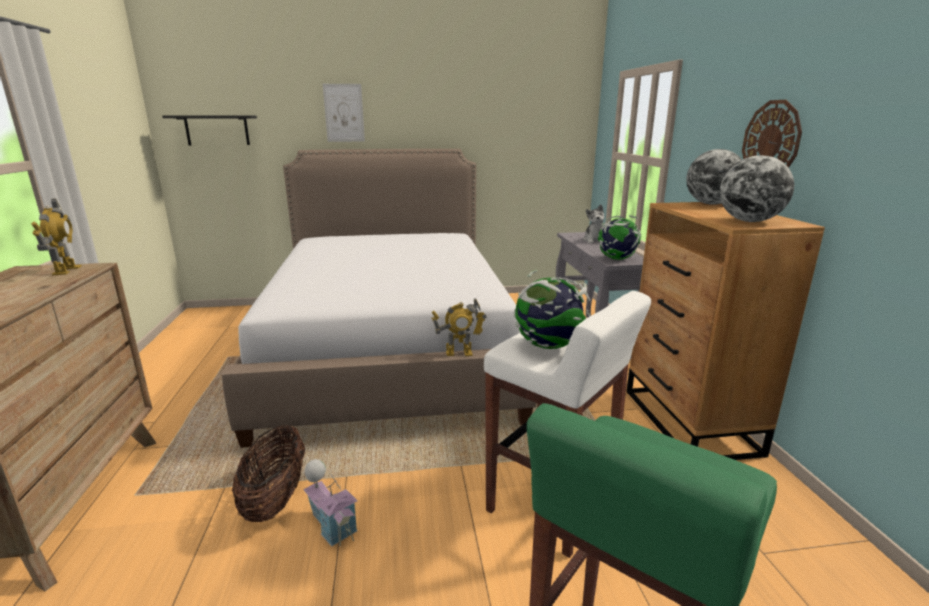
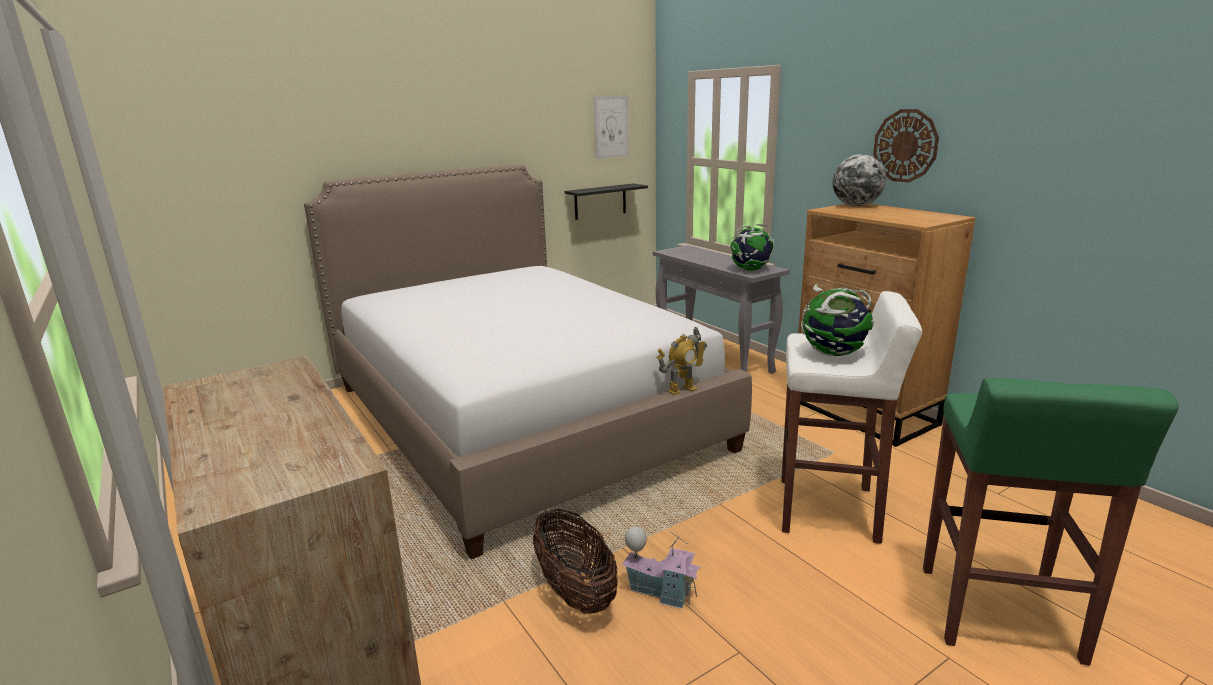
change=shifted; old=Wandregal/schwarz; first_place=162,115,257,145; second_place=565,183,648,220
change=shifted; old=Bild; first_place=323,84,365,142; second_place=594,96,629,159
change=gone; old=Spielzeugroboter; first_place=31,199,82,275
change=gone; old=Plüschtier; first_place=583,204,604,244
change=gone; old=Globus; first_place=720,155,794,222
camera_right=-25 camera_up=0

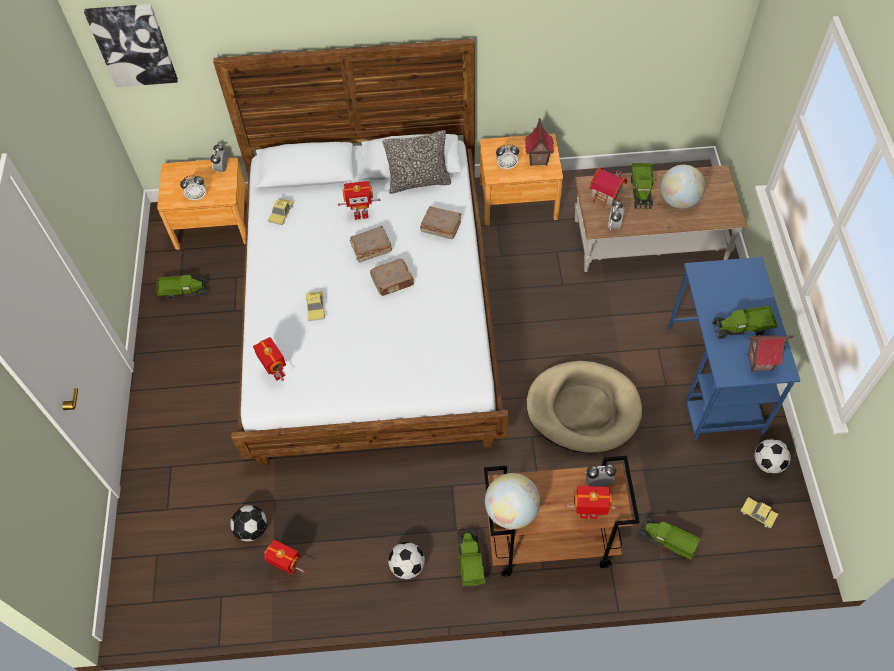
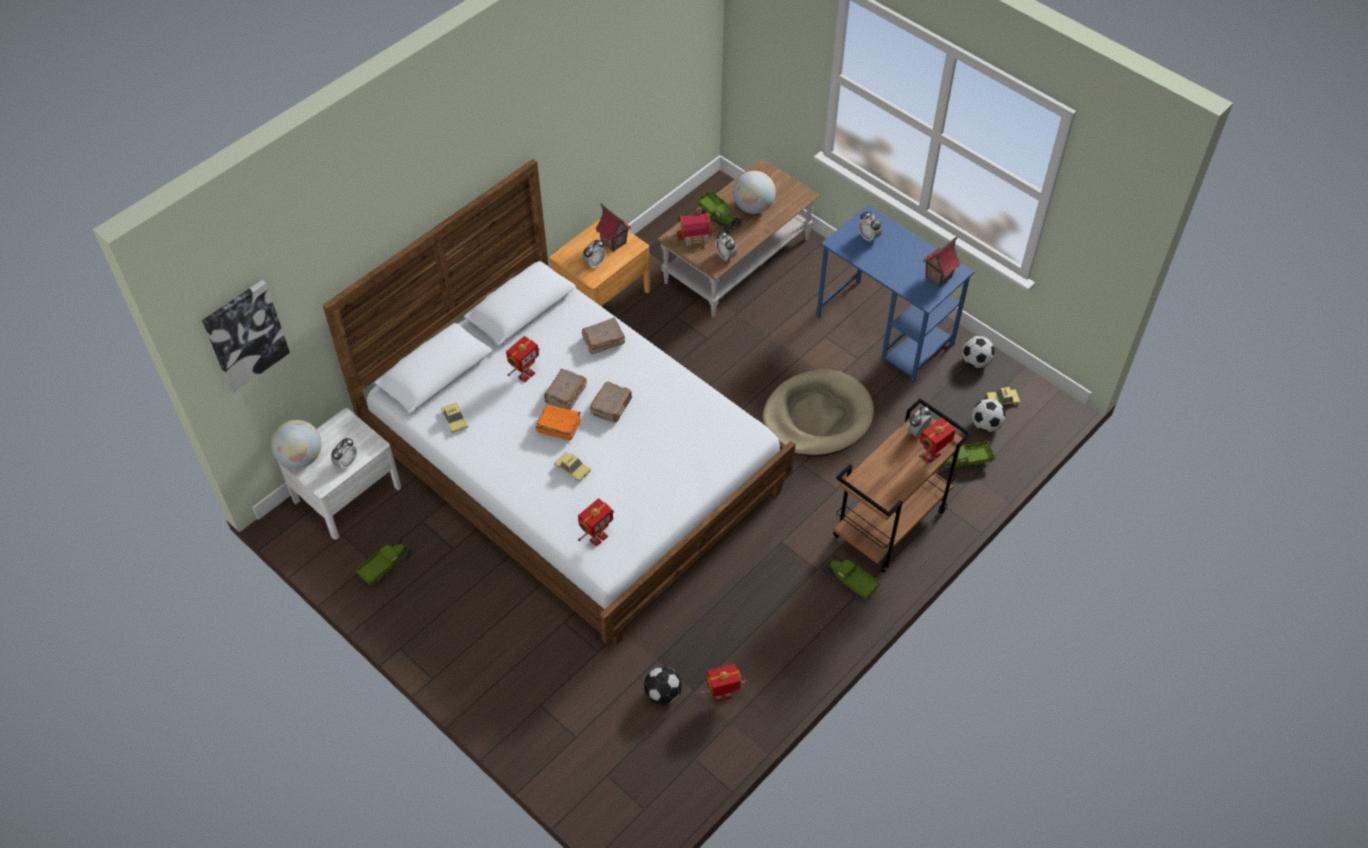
change=shifted; old=Globus; first_place=485,473,540,529; second_place=271,420,322,468
change=repainted; old=Nachttisch/braun; new=Nachttisch/weiß; first_place=157,158,248,250; second_place=277,408,402,540
change=new; new=Buch/orange; second_place=536,404,581,440
change=rotated; old=Spielzeugroboter; first_place=253,337,286,381; second_place=578,498,614,547; degrees=120
change=shifted; old=Wecker; first_place=211,144,227,173; second_place=858,212,882,243
change=shifted; old=Fußball; first_place=388,542,425,579; second_place=972,399,1005,432
change=gone; old=Kissen; first_place=382,130,451,194
change=gone; old=Spielzeuglaster; first_place=713,306,778,339
camera_right=-45 camera_up=-5

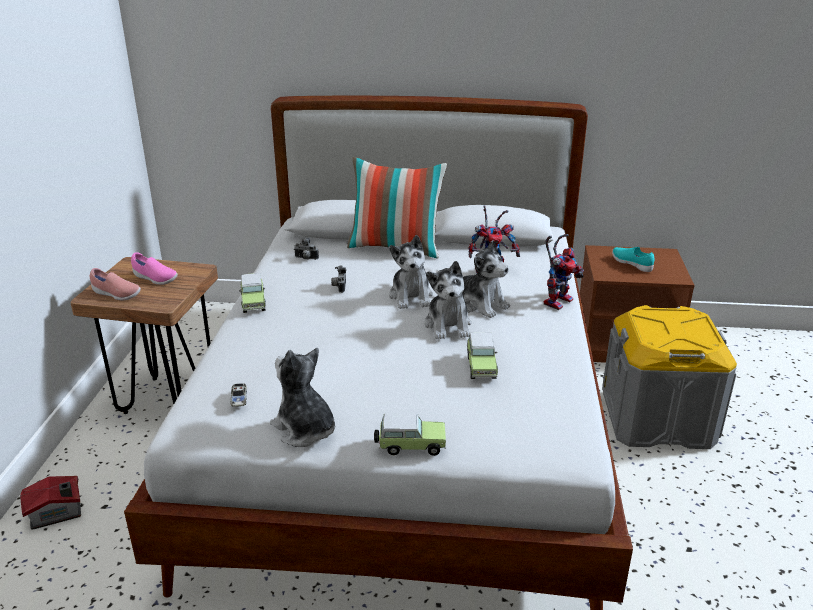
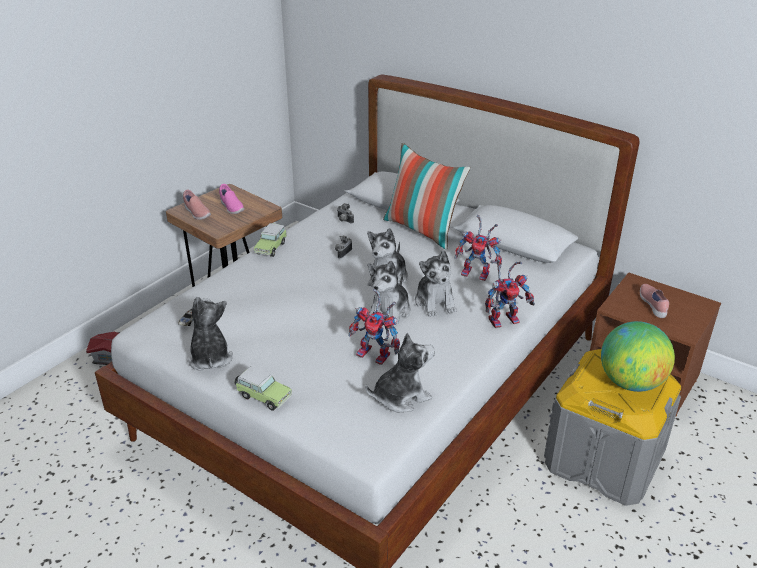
change=swapped; old=Spielzeugauto; new=Spielzeugroboter; first_place=467,332,498,379; second_place=348,289,400,365
change=new; new=Plüschtier; second_place=365,333,435,412
change=new; new=Globus; second_place=601,321,675,392
change=repainted; old=Schuh/türkis; new=Schuh/rosa; first_place=612,247,655,272; second_place=640,284,669,318
camera_right=30 camera_up=5

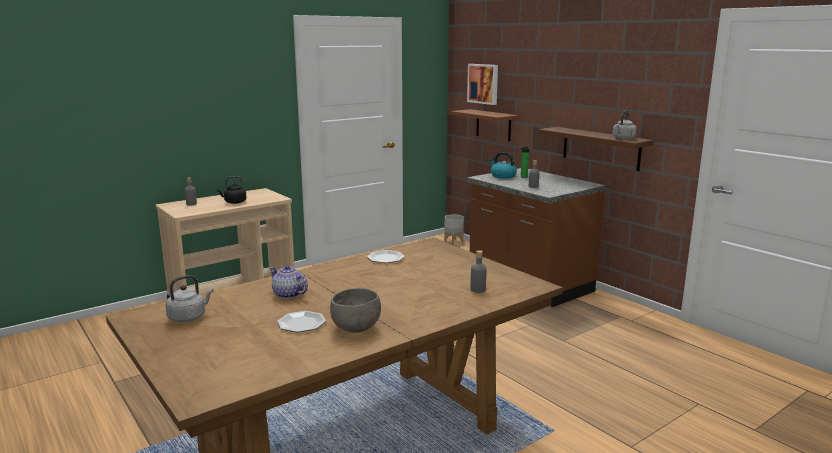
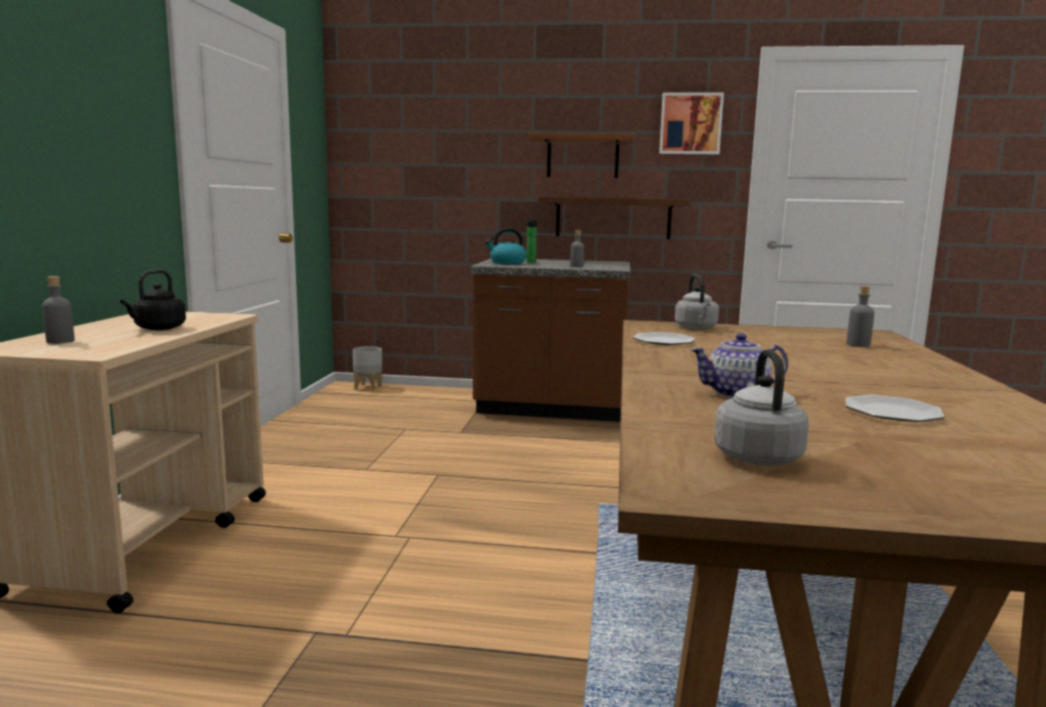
change=shifted; old=Wandregal/braun; first_place=451,109,519,142; second_place=528,133,635,178
change=shifted; old=Bild; first_place=467,64,498,105; second_place=659,93,724,155
change=shifted; old=Wasserkessel/grau; first_place=613,110,637,140; second_place=675,274,719,329
change=gone; old=Schüssel/grau; first_place=330,288,381,333
camera_right=-45 camera_up=-5

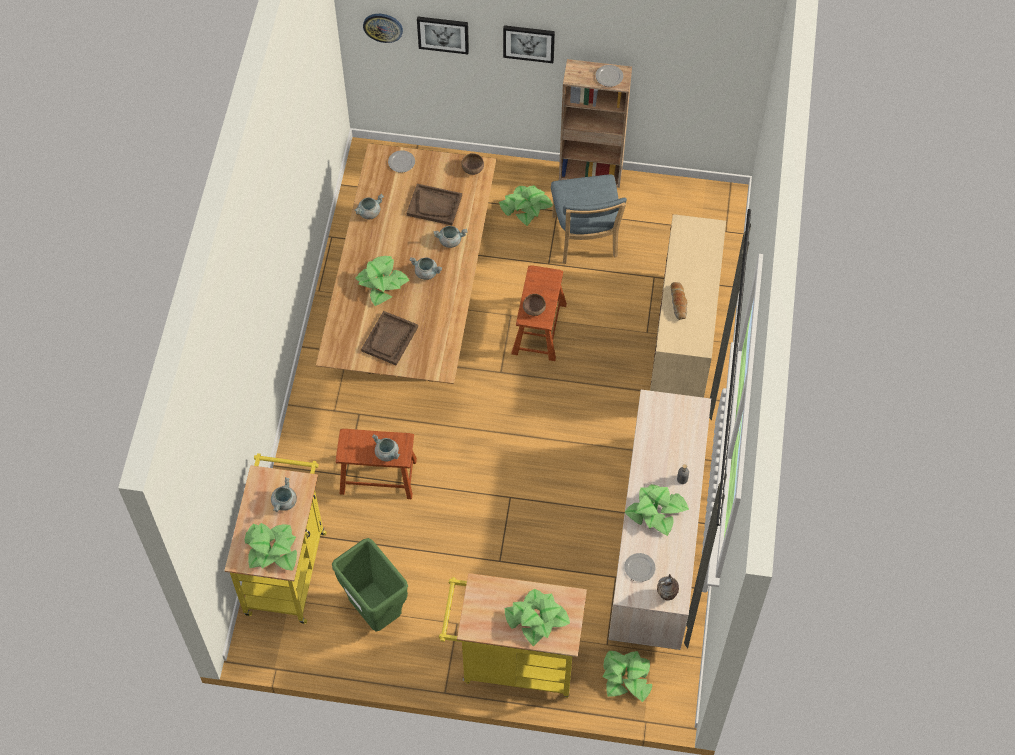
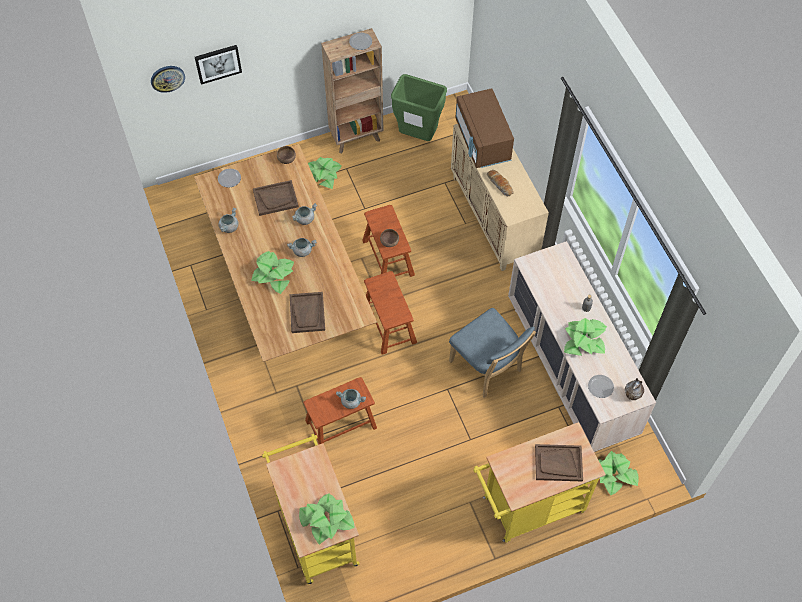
change=new; new=Hocker/braun; second_place=364,271,417,355
change=shifted; old=Mülleimer/grün; first_place=332,538,408,632; second_place=391,74,447,141
change=shifted; old=Stuhl/blau; first_place=551,174,627,264; second_place=449,308,536,398
change=new; new=Mikrowelle/braun; second_place=455,88,514,168
change=swapped; old=Topfpflanze; new=Tablett/braun; first_place=505,589,570,646; second_place=535,444,583,481
change=gone; old=Kochtopf/grau; first_place=271,477,297,512
change=gone; old=Bild; first_place=503,25,555,63
camera_right=-30 camera_up=0

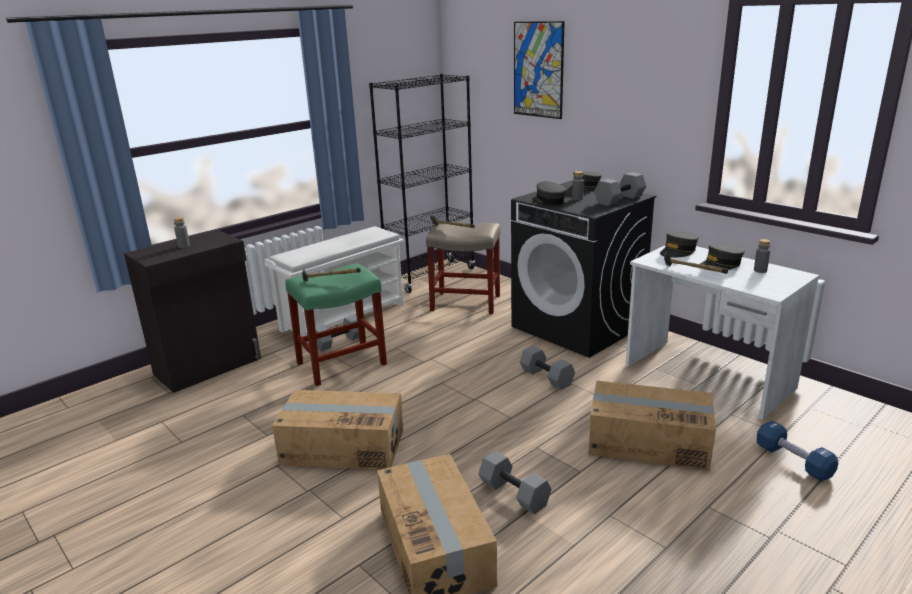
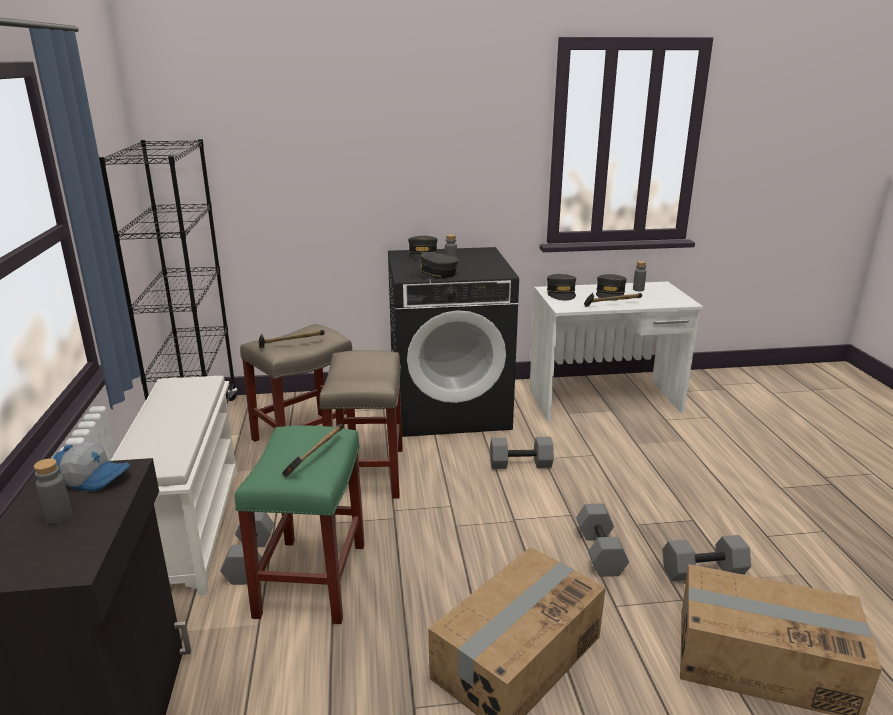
change=new; new=Kappe; second_place=53,442,130,491
change=new; new=Hocker/beige; second_place=319,350,403,499
change=shifted; old=Hantel/grau; first_place=594,172,646,206; second_place=576,504,629,577
change=gone; old=Bild; first_place=514,21,565,119
change=gone; old=Karton; first_place=589,381,716,471
change=gone; old=Hantel/blau; first_place=757,420,838,482
camera_right=-55 camera_up=0

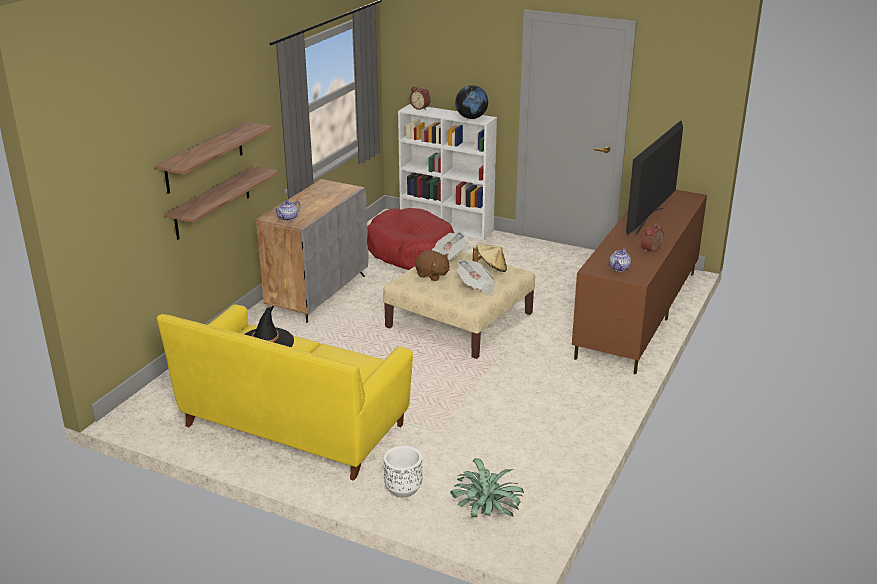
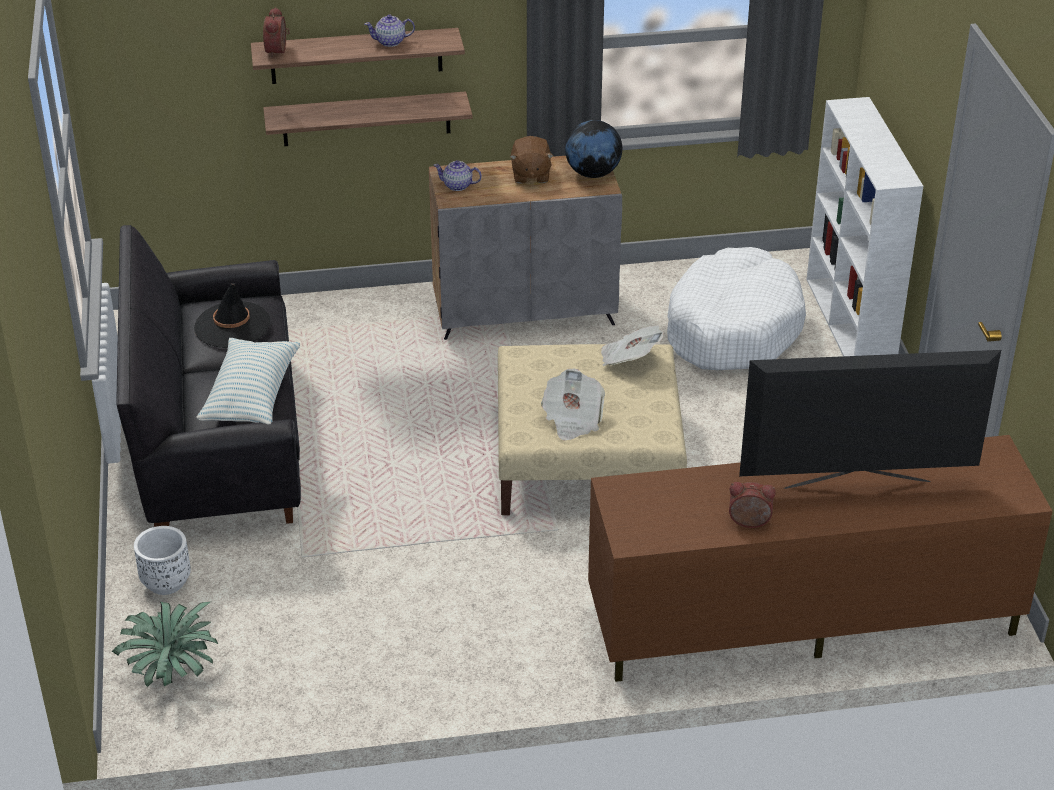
change=repainted; old=Sofa/gelb; new=Sofa/schwarz; first_place=157,305,413,481; second_place=116,225,301,527
change=new; new=Kissen; second_place=196,338,300,424
change=shifted; old=Wecker; first_place=410,86,430,110; second_place=263,7,290,58
change=shifted; old=Teekanne; first_place=609,248,631,271; second_place=365,15,415,47
change=shifted; old=Plüschtier/braun; first_place=415,250,450,281; second_place=510,136,554,184
change=shifted; old=Globus; first_place=455,85,488,119; second_place=565,120,622,178
change=repainted; old=Hundebett/rot; new=Hundebett/weiß; first_place=367,208,454,270; second_place=667,247,806,370
change=gone; old=Hut/beige; first_place=473,244,507,272
camera_right=55 camera_up=10

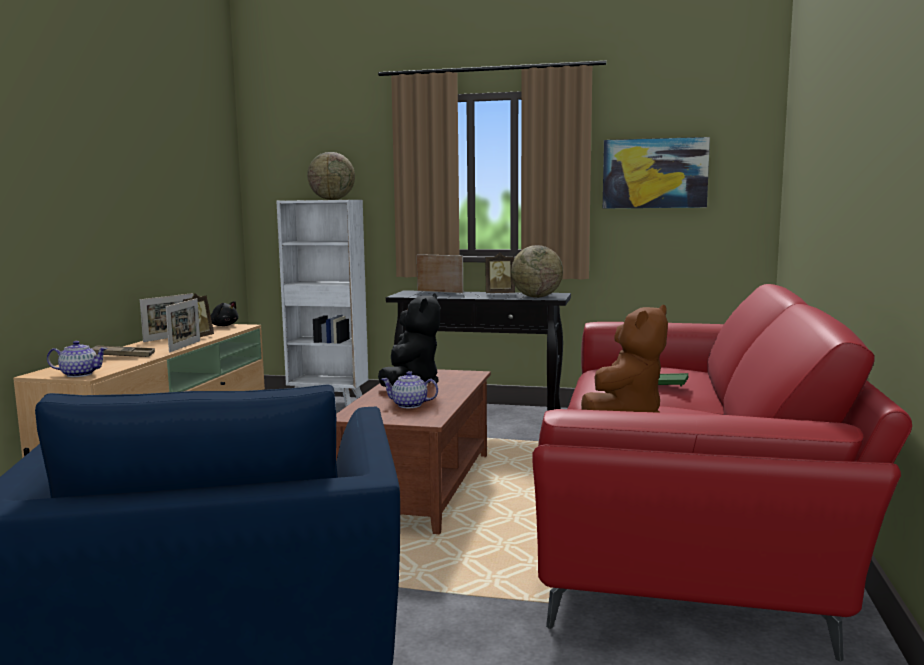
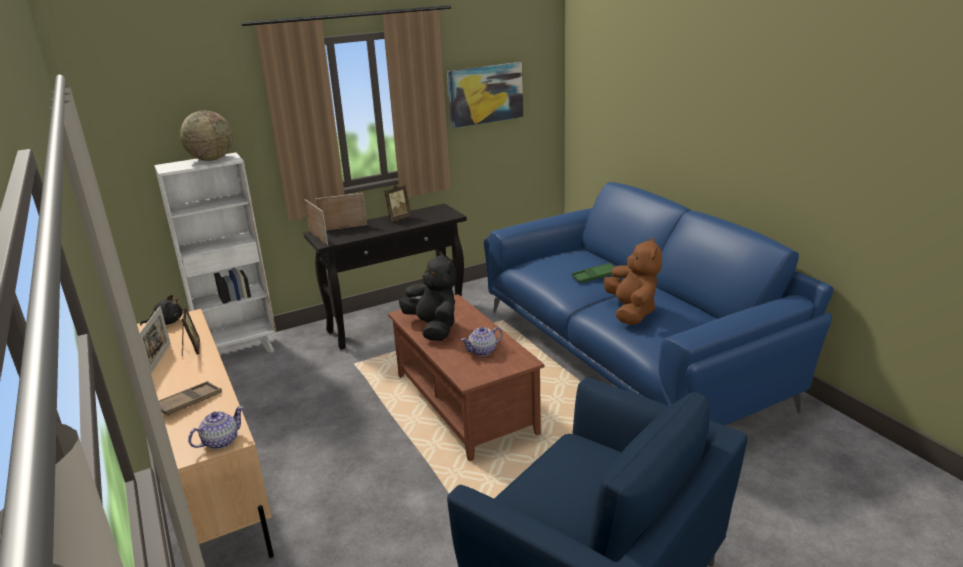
change=shifted; old=Bilderrahmen; first_place=166,298,200,352; second_place=304,199,328,245
change=repainted; old=Sofa/rot; new=Sofa/blau; first_place=532,284,912,662; second_place=484,182,833,426
change=gone; old=Globus; first_place=511,245,563,298
camera_right=-40 camera_up=15

